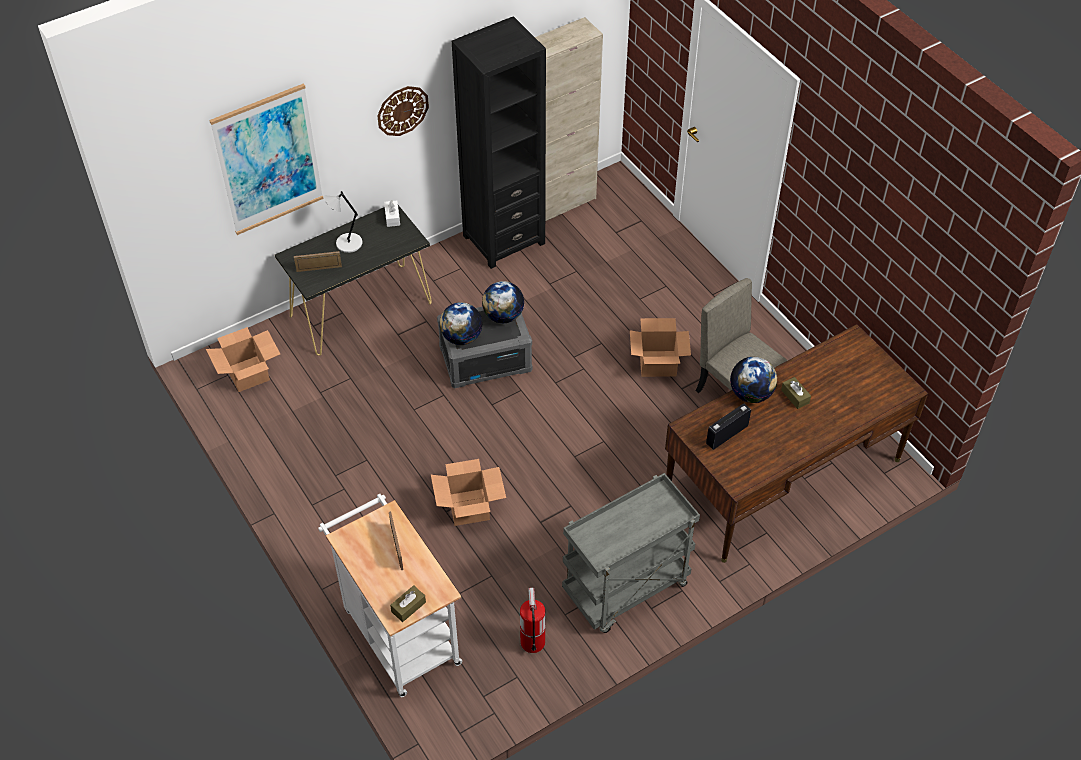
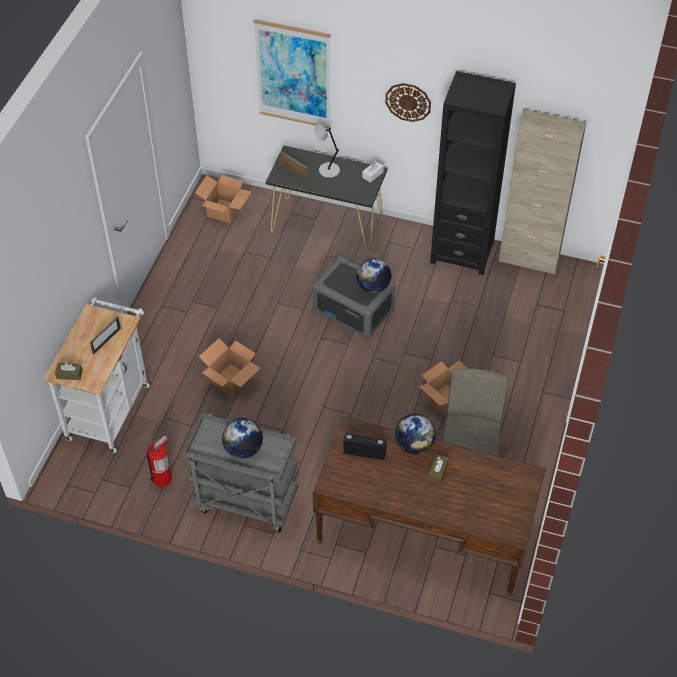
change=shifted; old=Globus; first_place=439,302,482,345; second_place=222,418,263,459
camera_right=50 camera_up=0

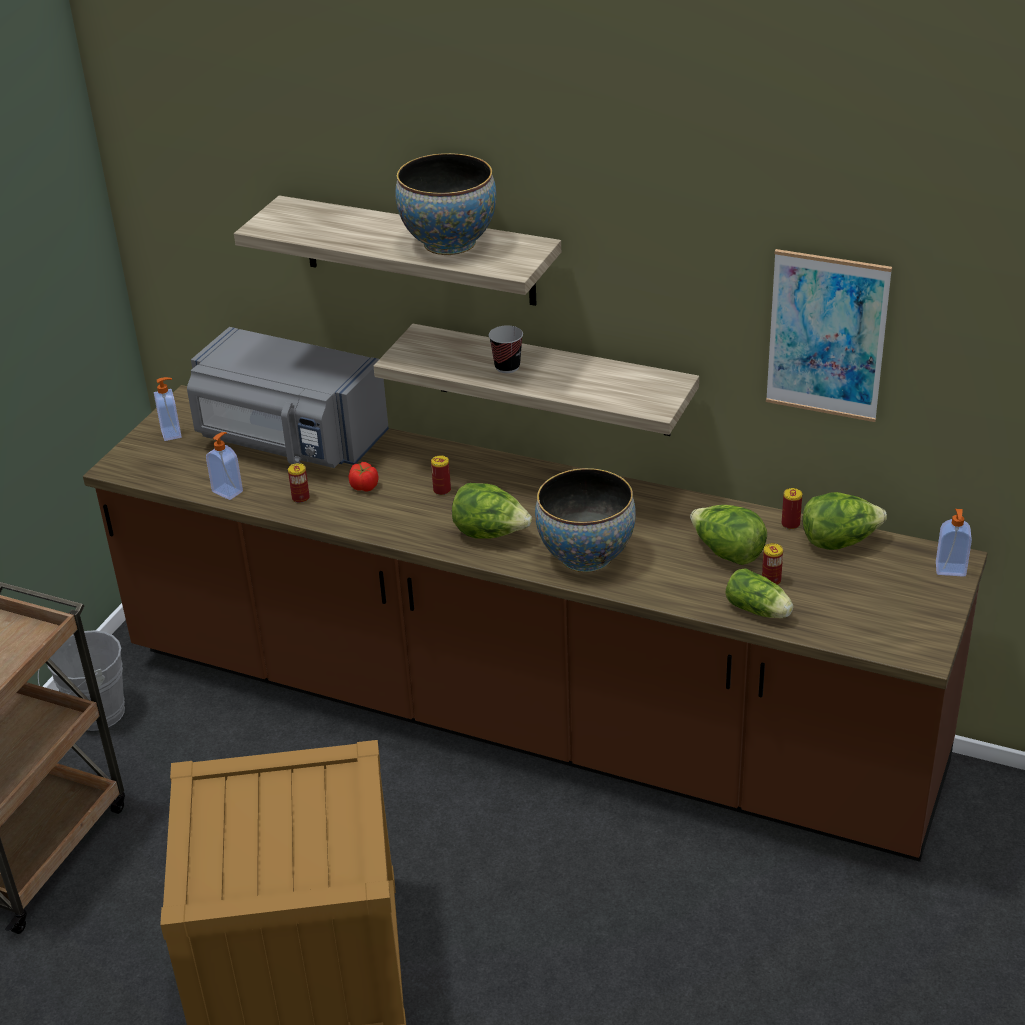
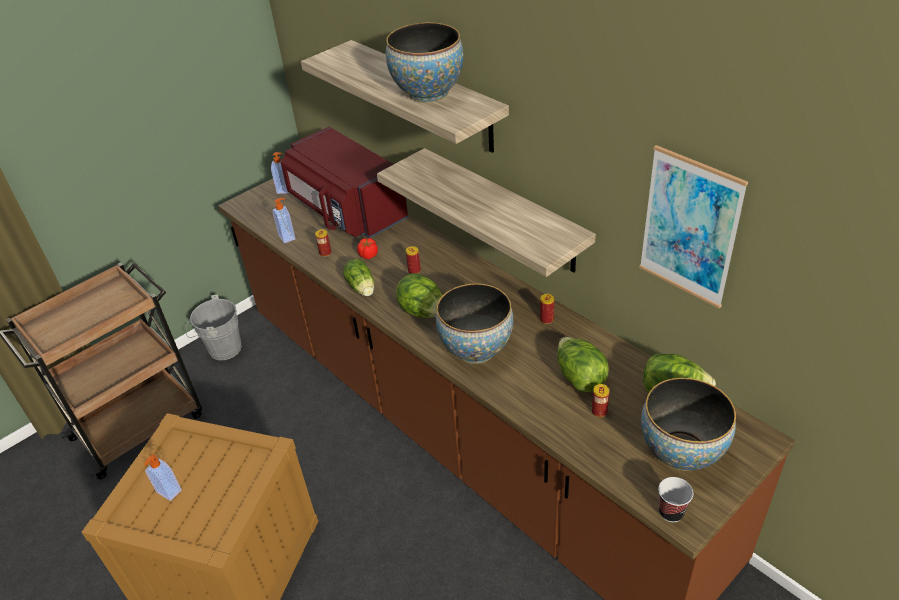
change=shifted; old=Seifenspender; first_place=936,509,972,577; second_place=144,454,182,501
change=repainted; old=Mikrowelle/grau; new=Mikrowelle/rot; first_place=187,327,389,468; second_place=281,127,408,238
change=shifted; old=Salatkopf; first_place=725,568,793,618; second_place=343,259,374,296
change=shifted; old=Dose; first_place=782,488,802,530; second_place=540,294,554,324
change=new; new=Schüssel; second_place=641,378,736,471
change=shifted; old=Tasse; first_place=489,325,523,373; second_place=658,477,693,522
camera_right=25 camera_up=5

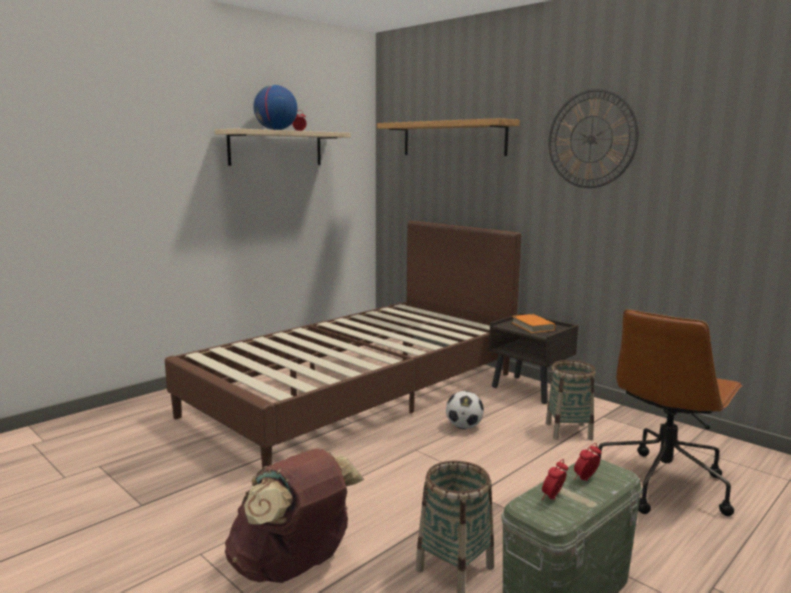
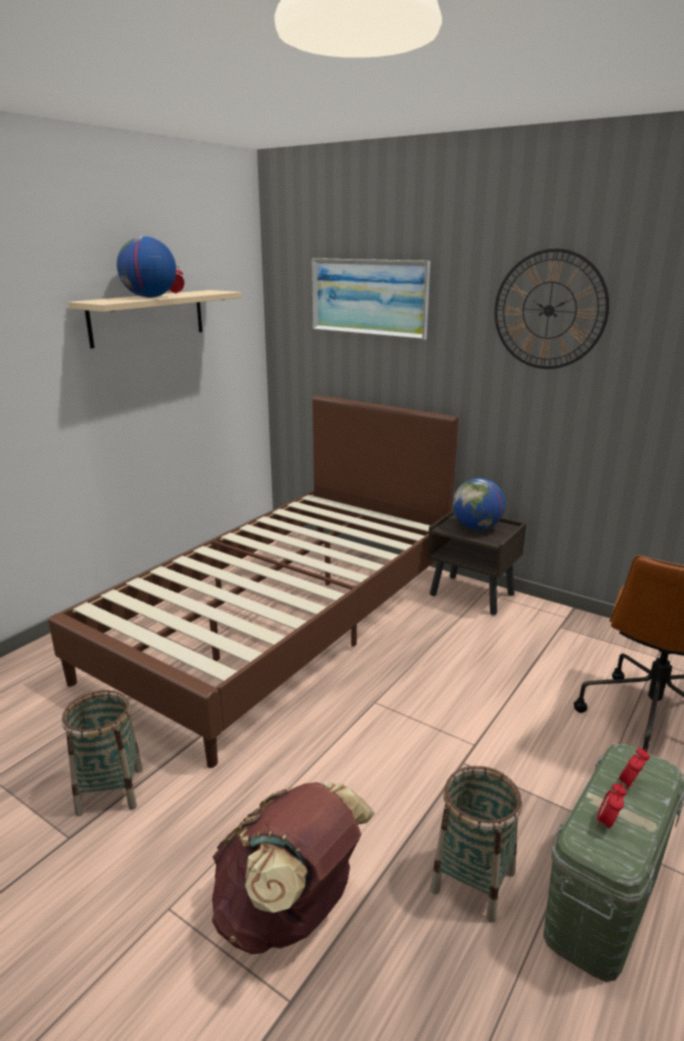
change=shifted; old=Korb; first_place=545,360,596,440; second_place=62,690,143,816
change=swapped; old=Wandregal; new=Bild; first_place=377,118,520,156; second_place=311,258,430,340
change=swapped; old=Buch/orange; new=Globus; first_place=512,314,555,333; second_place=453,478,505,530
change=gone; old=Fußball; first_place=446,391,484,429
camera_right=-10 camera_up=10

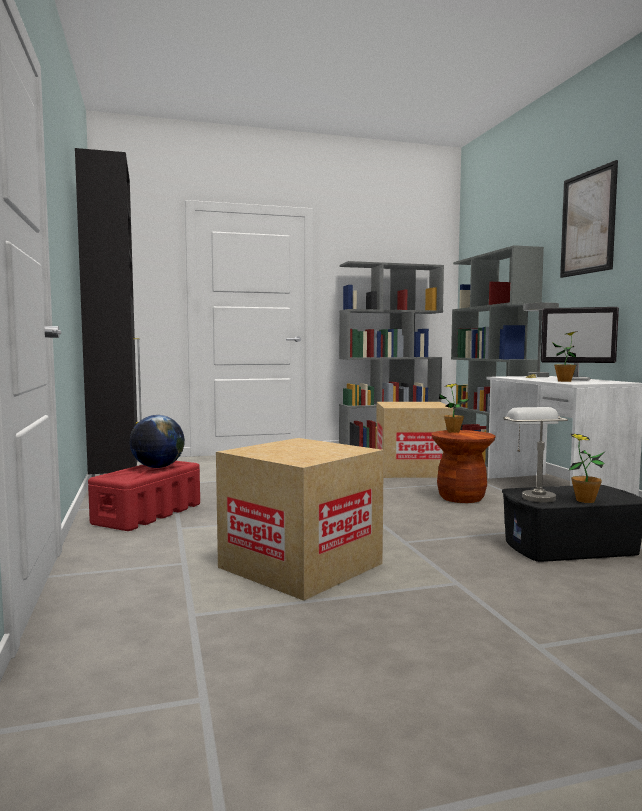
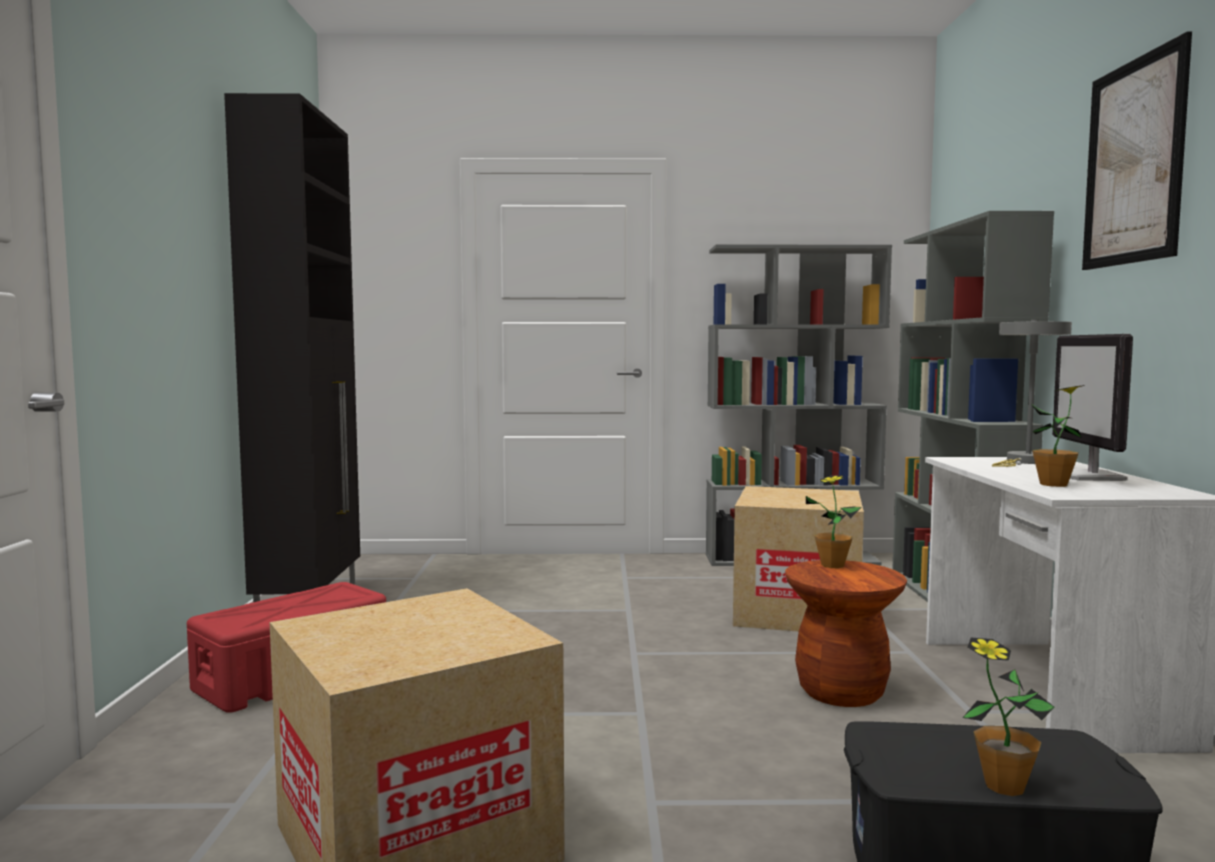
change=rotated; old=Monitor; first_place=541,307,619,380; second_place=1052,334,1133,481; degrees=60
change=gone; old=Globus; first_place=130,415,185,468
change=gone; old=Tischlampe/grau; first_place=503,407,568,503
camera_right=15 camera_up=0

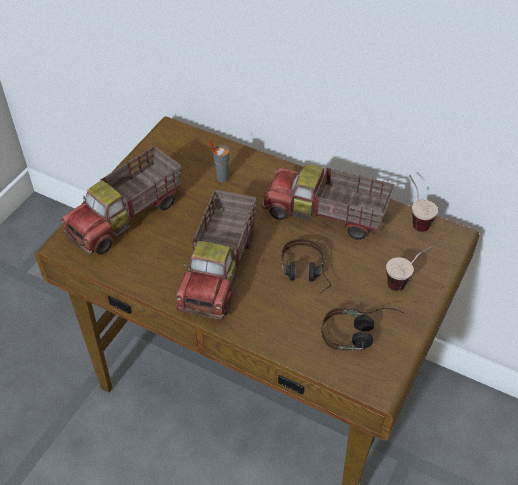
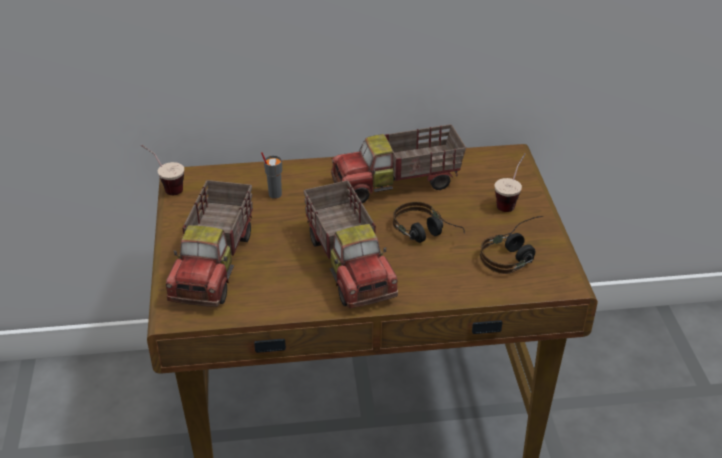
change=shifted; old=Tasse; first_place=409,175,438,232; second_place=141,145,184,195
camera_right=-35 camera_up=-10

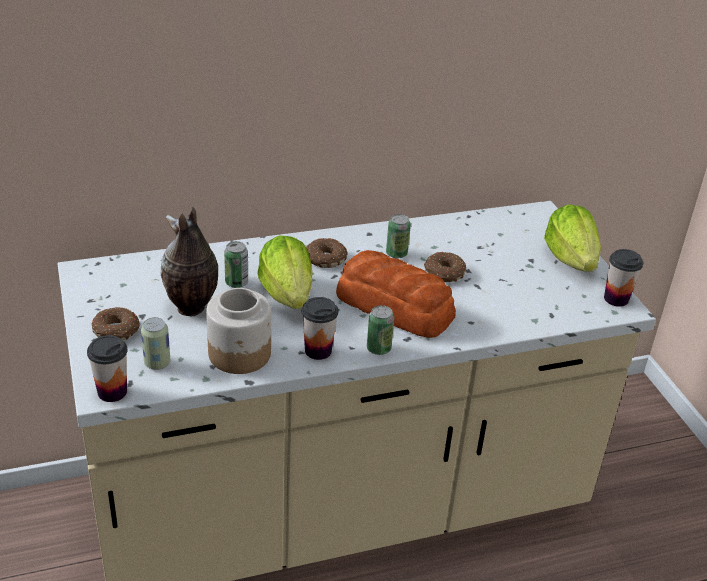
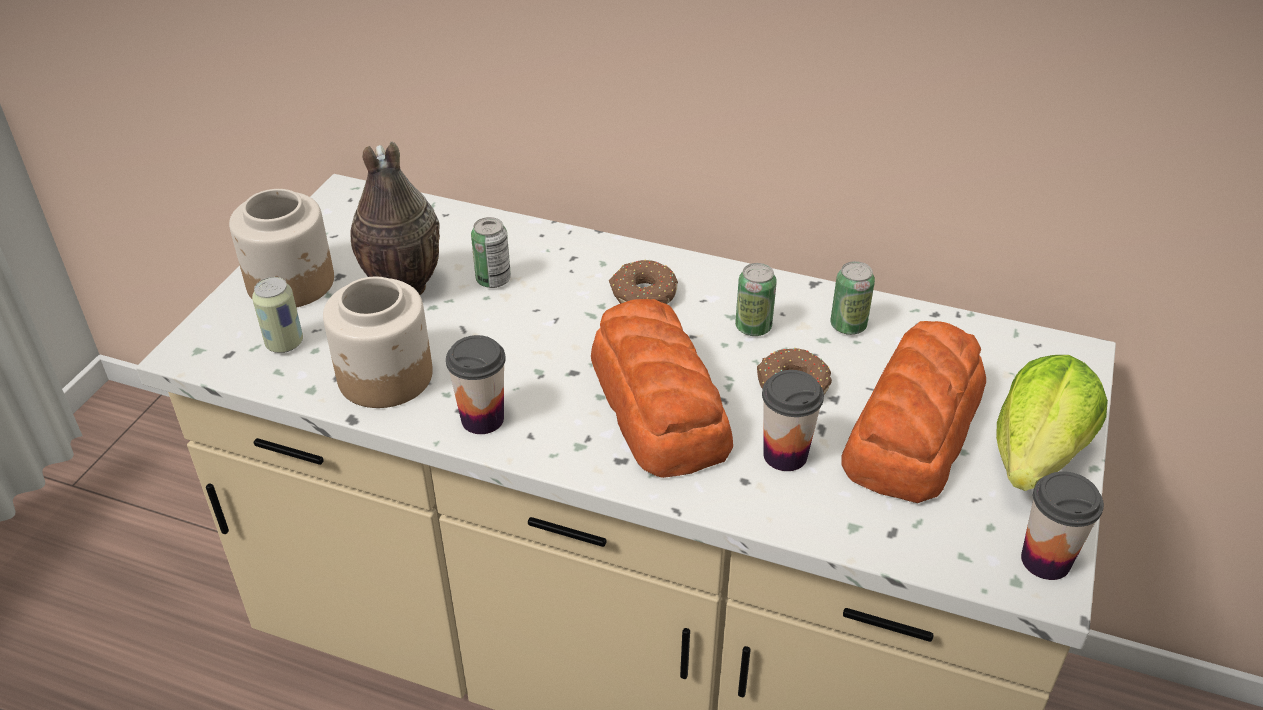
change=swapped; old=Donut; new=Vorratsglas; first_place=91,307,140,340; second_place=229,189,334,308
change=shifted; old=Tasse; first_place=87,335,127,402; second_place=762,370,824,471
change=shifted; old=Dose; first_place=367,305,394,355; second_place=830,261,875,335
change=new; new=Brot; second_place=841,321,986,503
change=gone; old=Salatkopf; first_place=257,235,313,309
camera_right=40 camera_up=5

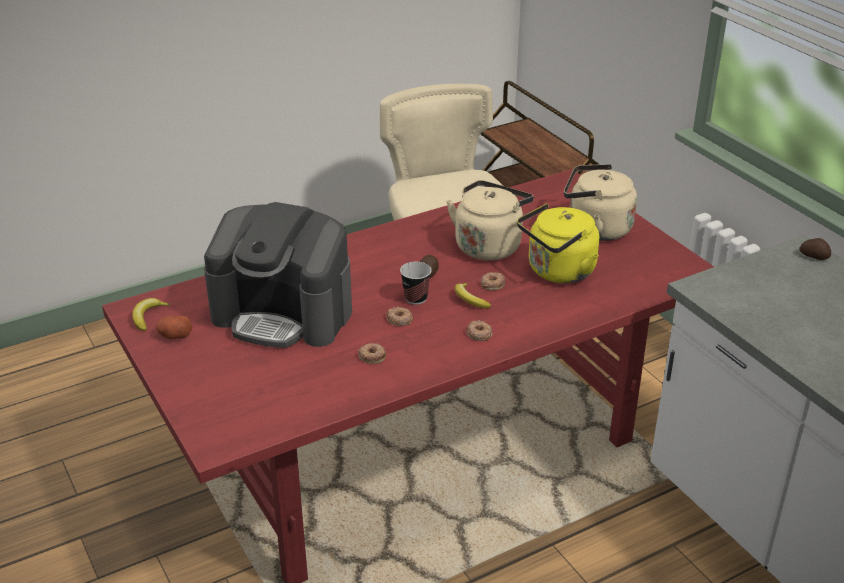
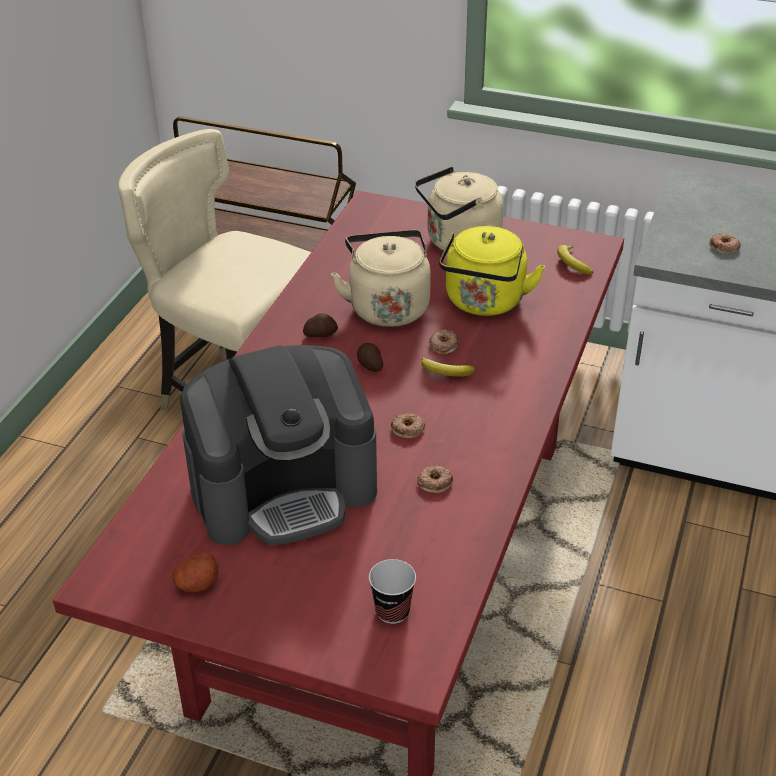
change=shifted; old=Kartoffel; first_place=799,238,831,260; second_place=303,313,338,337
change=shifted; old=Tasse; first_place=400,262,431,305; second_place=369,559,416,624
change=shifted; old=Banane; first_place=132,298,171,331; second_place=557,245,593,274
change=shifted; old=Donut; first_place=466,320,493,341; second_place=709,233,741,254
camera_right=-40 camera_up=5

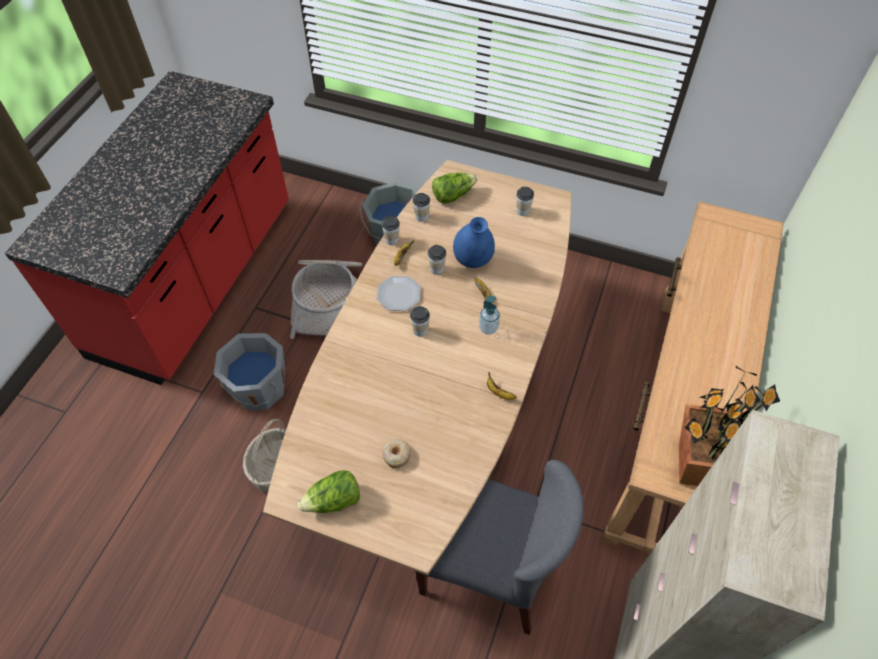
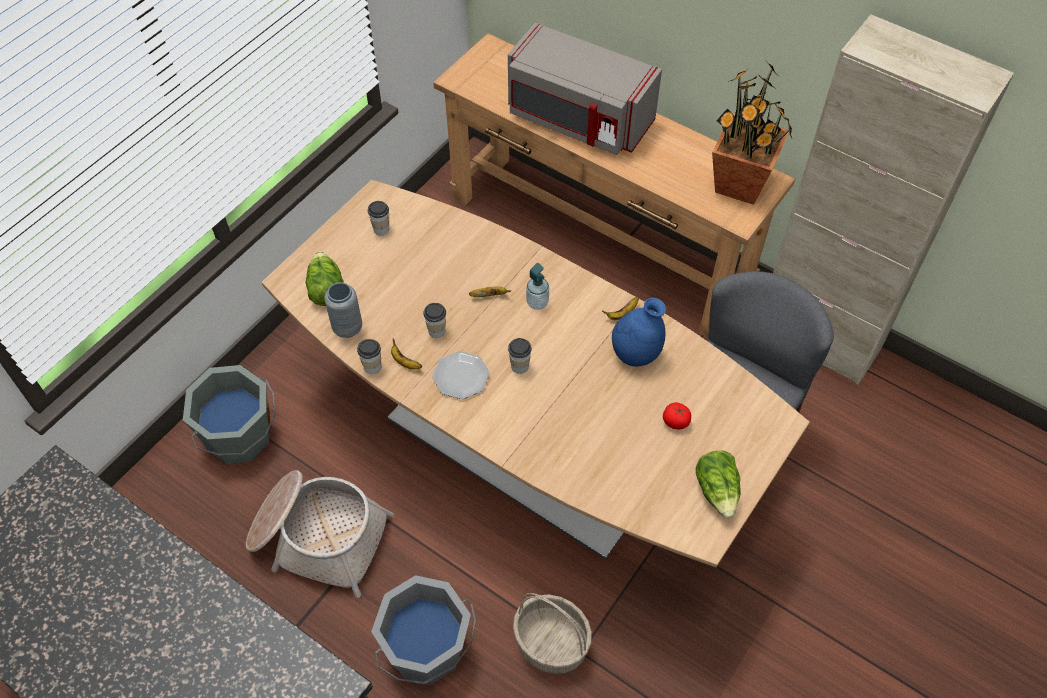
change=swapped; old=Tasse; new=Vase/grau; first_place=413,193,430,222; second_place=325,282,362,338
change=new; new=Mikrowelle/grau; second_place=508,23,662,155
change=shifted; old=Vase/blau; first_place=453,217,495,268; second_place=612,298,666,366
change=swapped; old=Donut; new=Tomate; first_place=383,439,410,468; second_place=663,402,691,429
camera_right=-75 camera_up=0

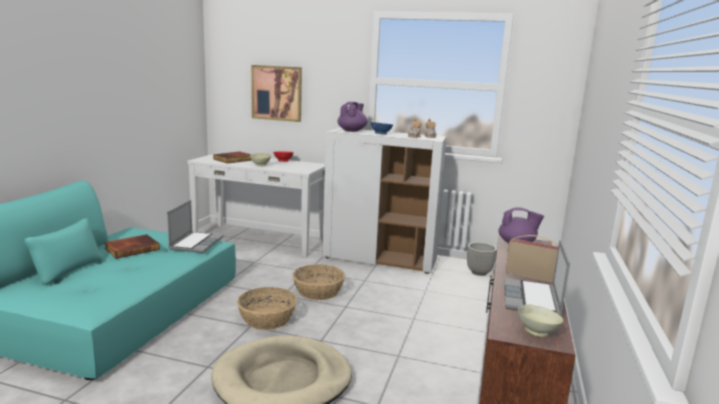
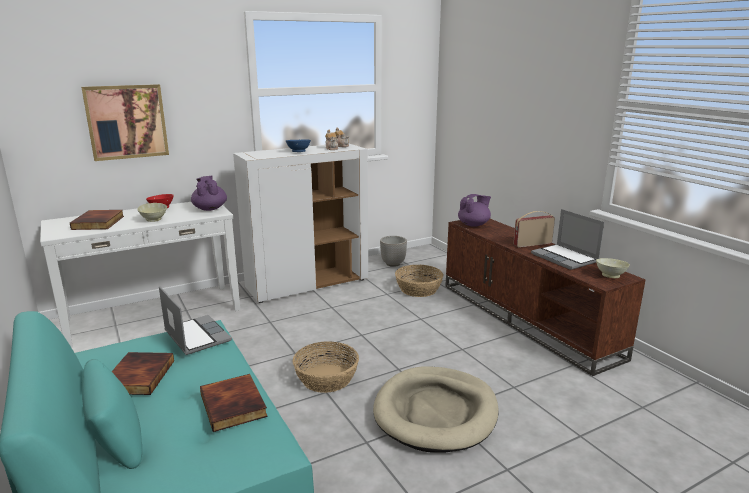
change=shifted; old=Teekanne/lila; first_place=338,102,368,132; second_place=191,176,227,211
change=new; new=Buch; second_place=200,374,268,432
change=shifted; old=Korb; first_place=293,264,345,300; second_place=395,265,443,297
camera_right=-45 camera_up=5

